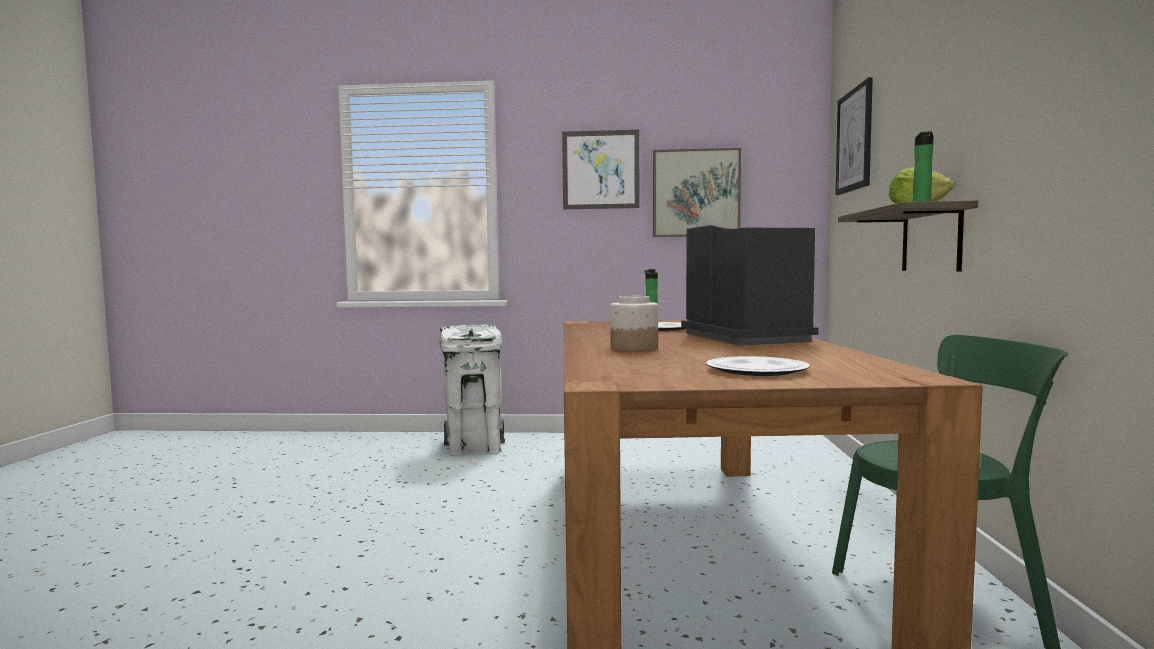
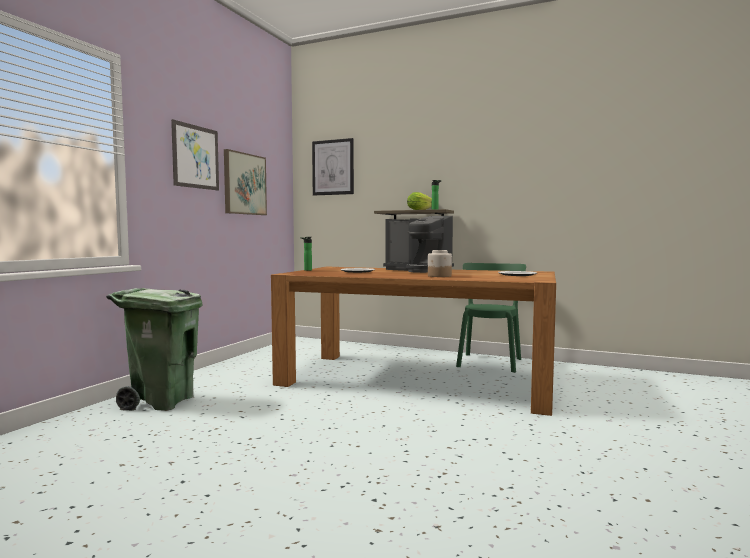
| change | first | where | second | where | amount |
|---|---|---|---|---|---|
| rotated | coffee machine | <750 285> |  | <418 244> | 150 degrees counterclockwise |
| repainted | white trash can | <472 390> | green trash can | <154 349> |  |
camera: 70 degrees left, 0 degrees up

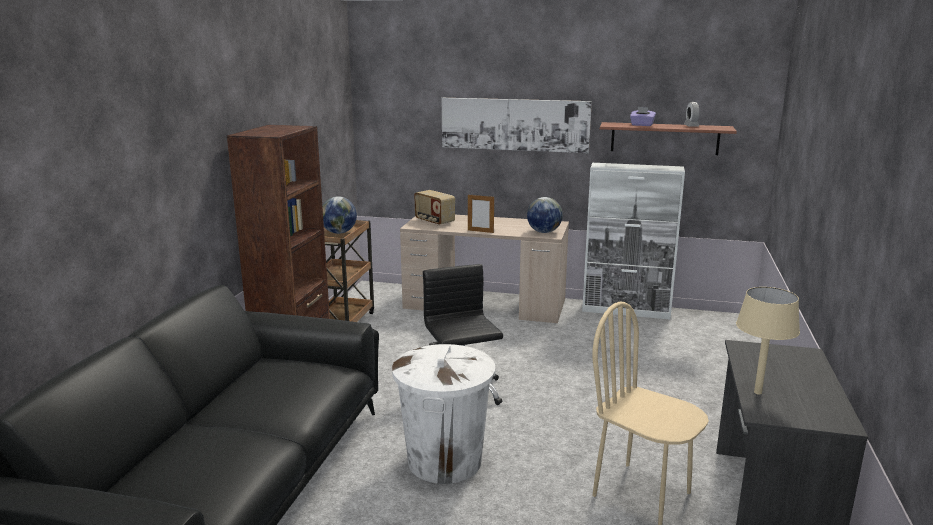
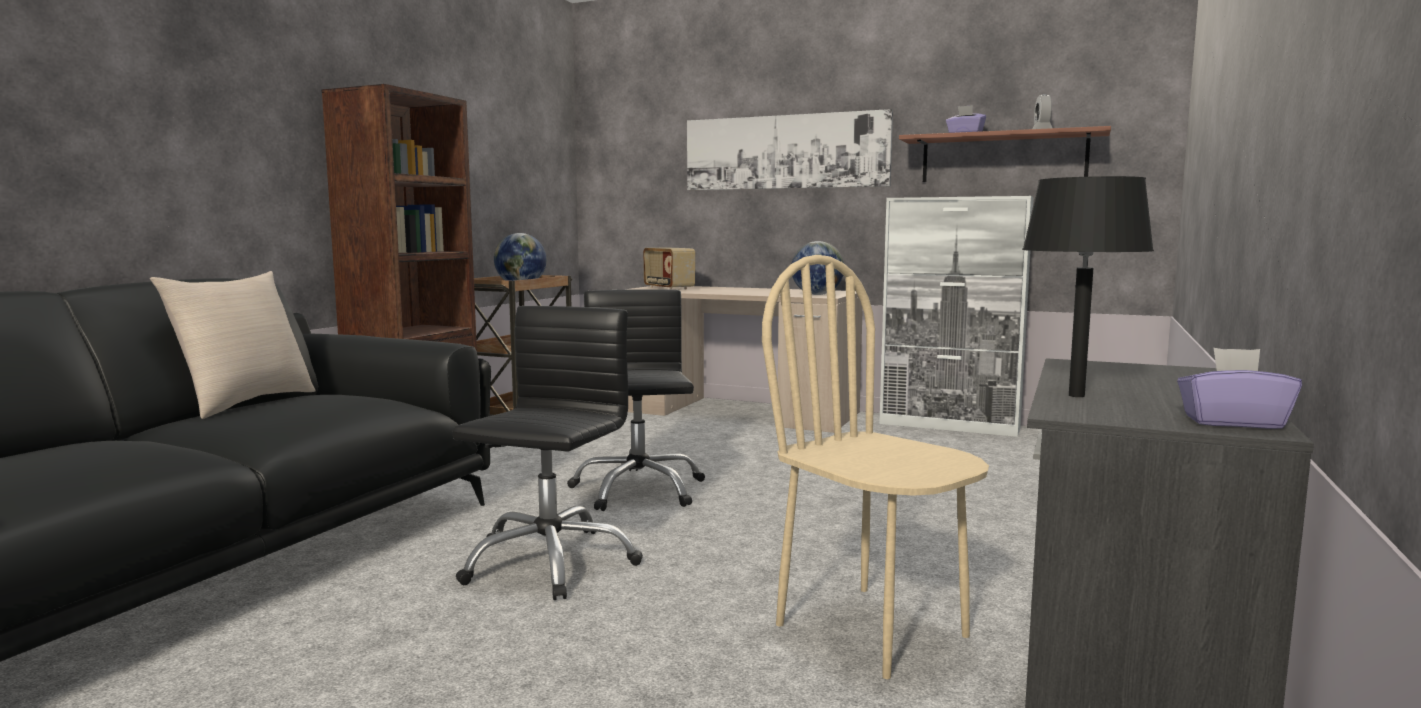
| change | first | where | second | where | amount |
|---|---|---|---|---|---|
| gone | picture frame | <481 213> |  |  |  |
| repainted | beige table lamp | <768 341> | black table lamp | <1088 286> |  |
| swapped | white trash can | <443 414> | black office chair | <547 453> |  |
| new |  |  | beige pillow | <233 345> |  |
| new |  |  | purple tissue box | <1239 388> |  |
camera: 10 degrees right, 10 degrees down

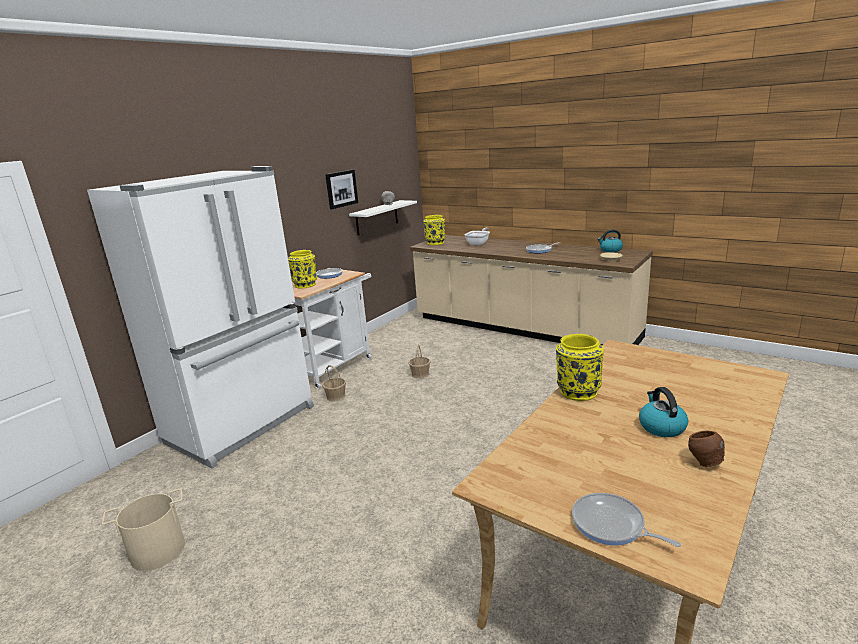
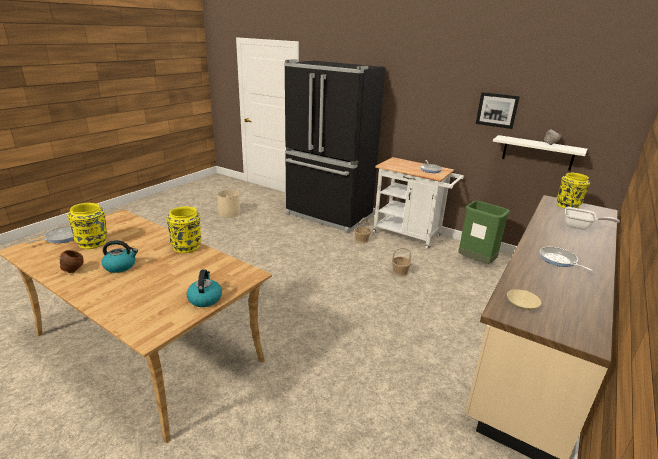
| change | first | where | second | where | amount |
|---|---|---|---|---|---|
| repainted | white fridge | <200 317> | black fridge | <335 146> |  |
| shifted | kettle | <610 240> |  | <204 288> |  |
| shifted | yellow vase | <302 269> |  | <87 226> |  |
| new |  |  | green trash can | <484 232> |  |
camera: 85 degrees right, 5 degrees up

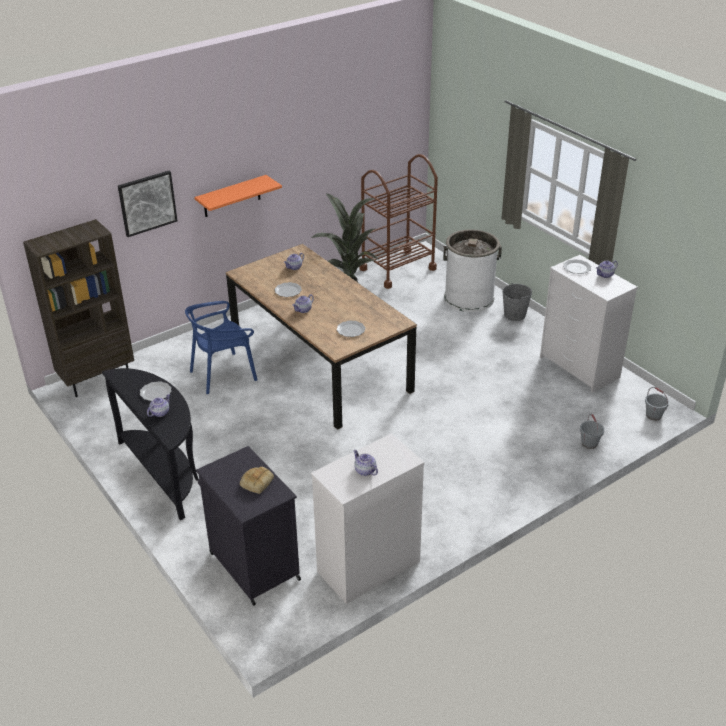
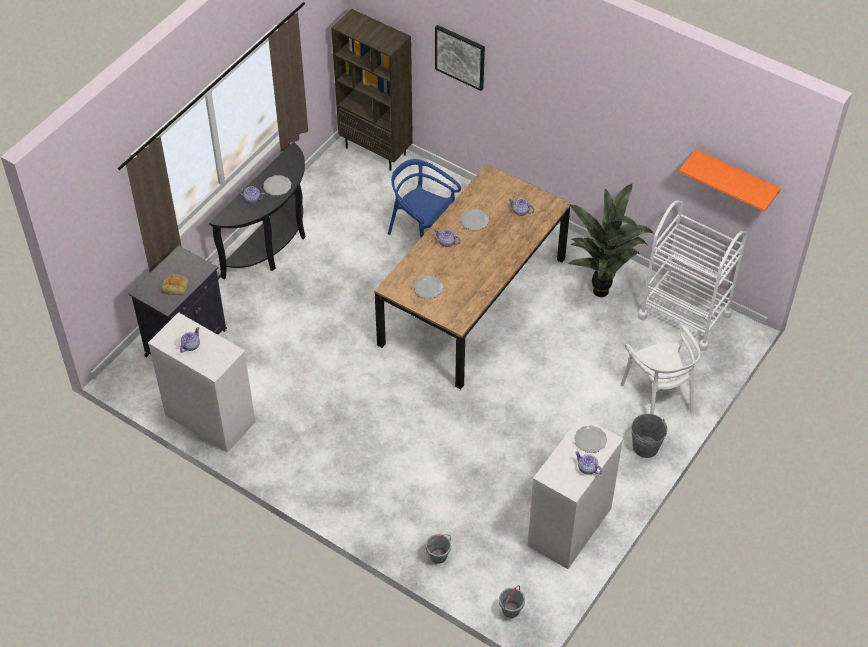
| change | first | where | second | where | amount |
|---|---|---|---|---|---|
| repainted | brown cart | <398 221> | white cart | <693 275> |  |
| shifted | orange shelf | <238 196> |  | <730 181> |  |
| swapped | white trash can | <472 270> | white chair | <660 370> |  |
camera: 70 degrees right, 15 degrees up

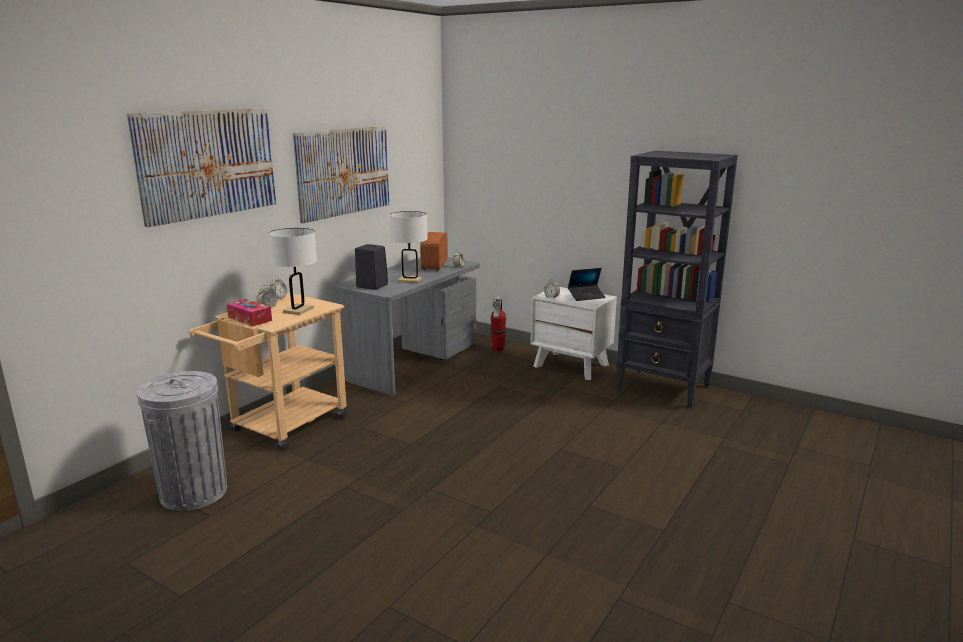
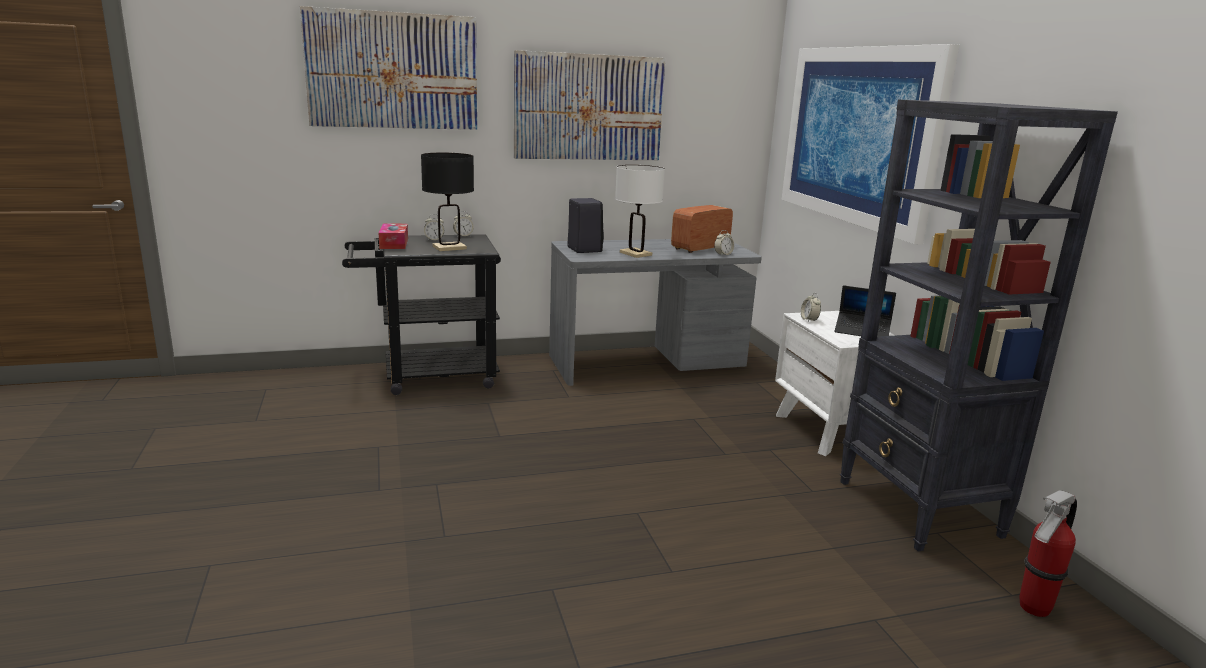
| change | first | where | second | where | amount |
|---|---|---|---|---|---|
| repainted | white table lamp | <292 271> | black table lamp | <447 202> |  |
| repainted | beige cart | <268 371> | black cart | <421 314> |  |
| shifted | fire extinguisher | <498 323> |  | <1048 553> |  |
| gone | grey trash can | <181 441> |  |  |  |
| new |  |  | picture | <870 144> |  |
camera: 40 degrees right, 0 degrees up

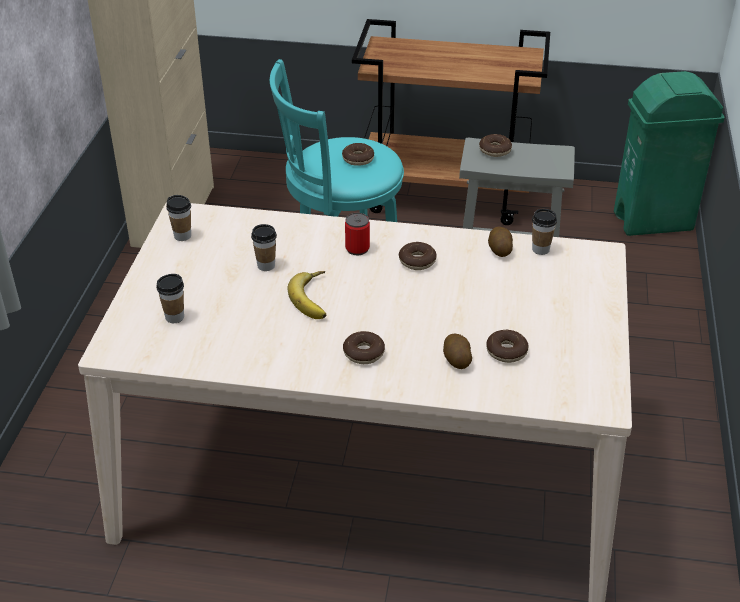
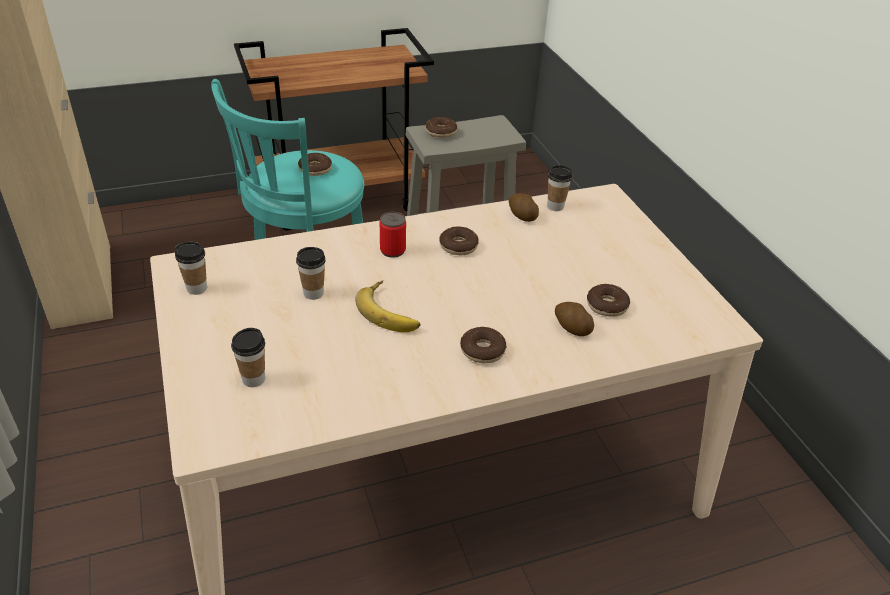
| change | first | where | second | where | amount |
|---|---|---|---|---|---|
| gone | green trash can | <669 153> |  |  |  |
camera: 30 degrees left, 0 degrees up

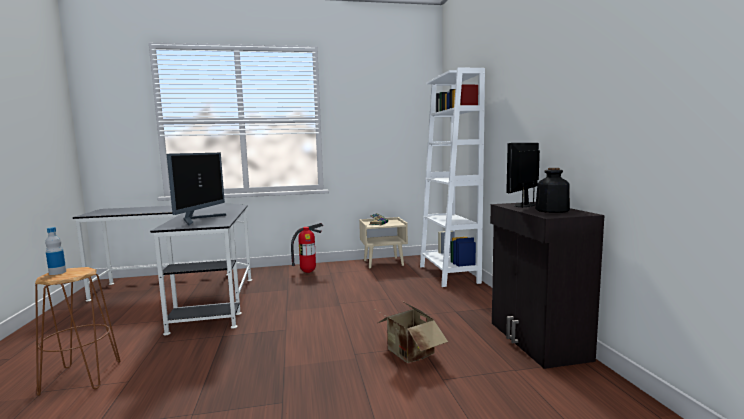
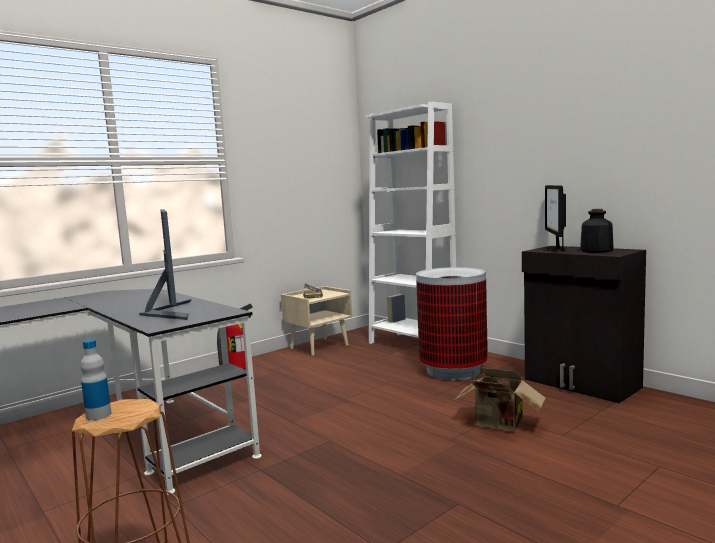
| change | first | where | second | where | amount |
|---|---|---|---|---|---|
| new |  |  | trash can | <452 323> |  |
camera: 30 degrees left, 0 degrees up

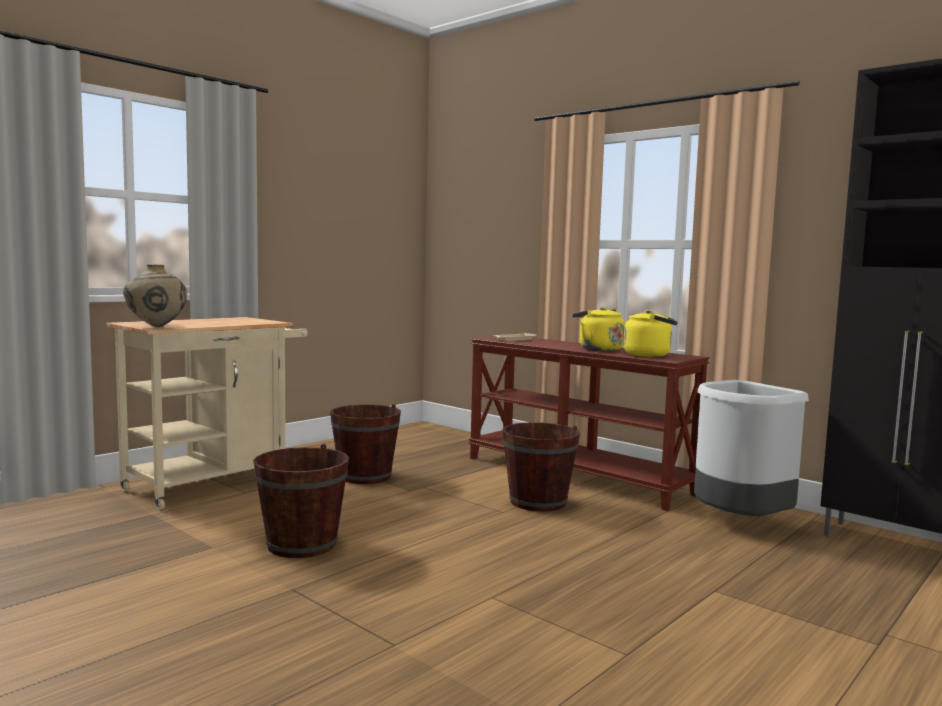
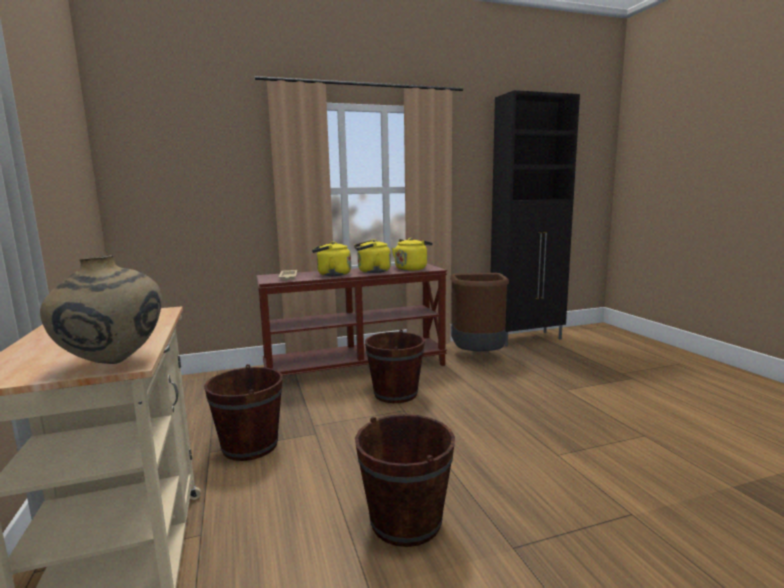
| change | first | where | second | where | amount |
|---|---|---|---|---|---|
| repainted | grey trash can | <751 448> | brown trash can | <479 312> |  |
| new |  |  | yellow kettle | <331 258> |  |
camera: 60 degrees left, 5 degrees up

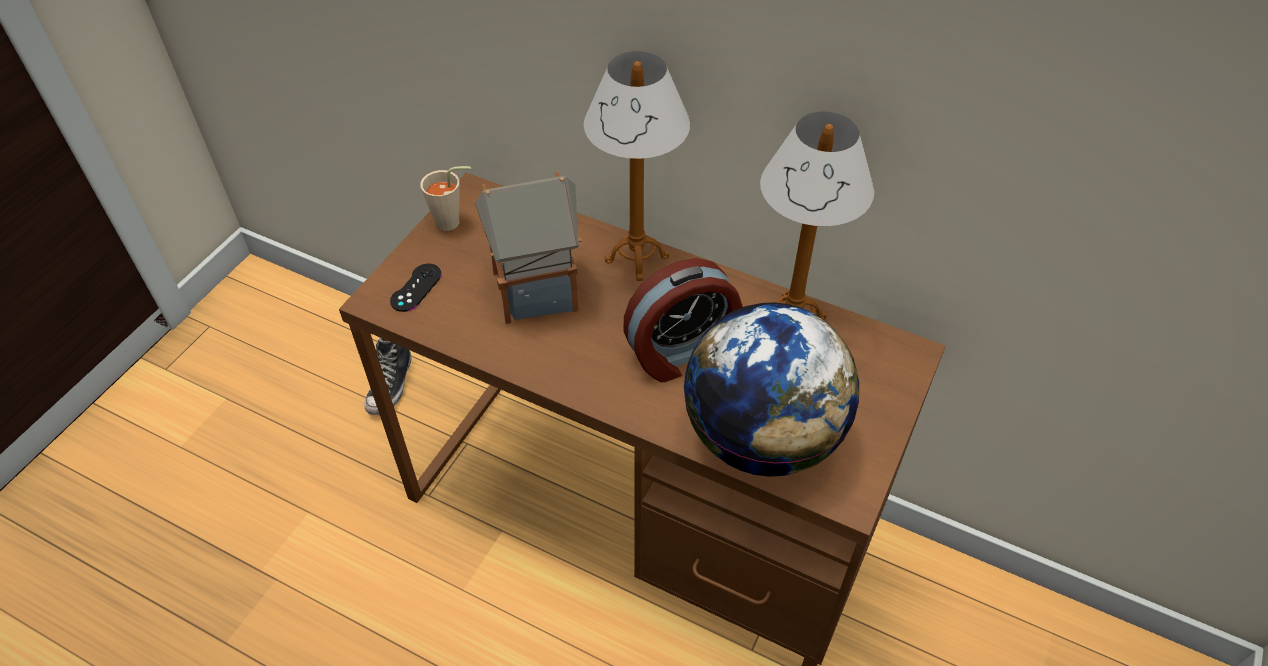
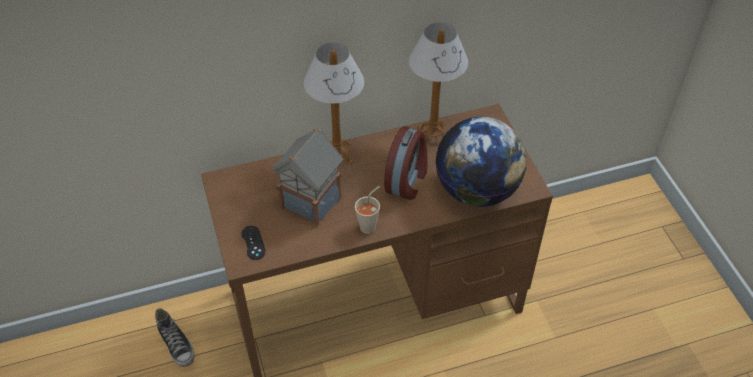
| change | first | where | second | where | amount |
|---|---|---|---|---|---|
| shifted | beige cup | <446 198> |  | <367 210> |  |
camera: 45 degrees left, 0 degrees up

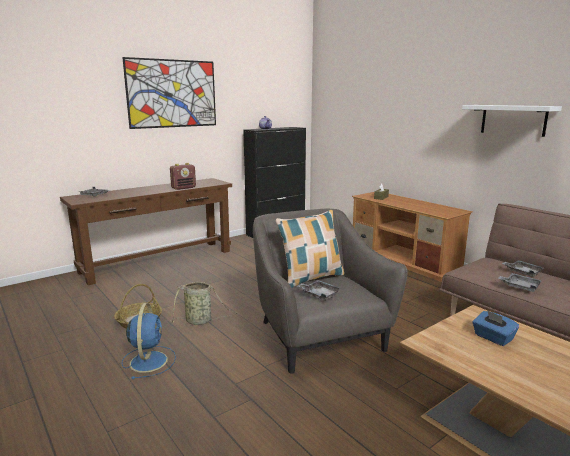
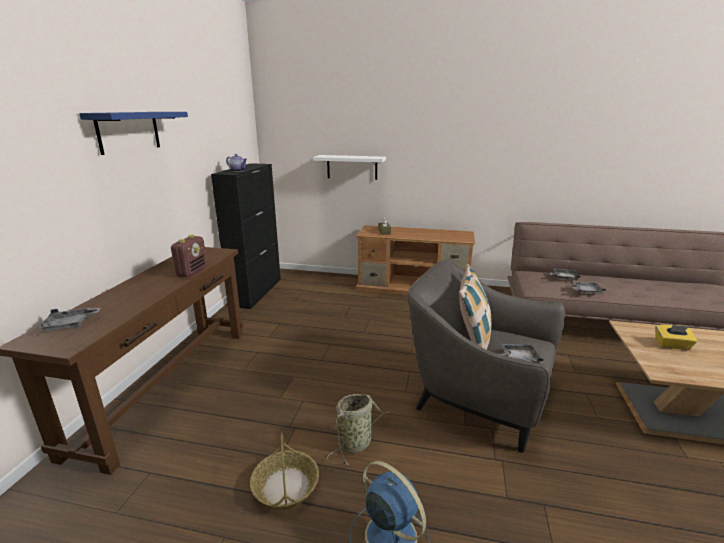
| change | first | where | second | where | amount |
|---|---|---|---|---|---|
| swapped | picture | <169 93> | blue shelf | <133 133> |  |
| shifted | white shelf | <512 121> |  | <349 167> |  |
| repainted | blue tissue box | <495 328> | yellow tissue box | <676 337> |  |
camera: 40 degrees left, 5 degrees up

